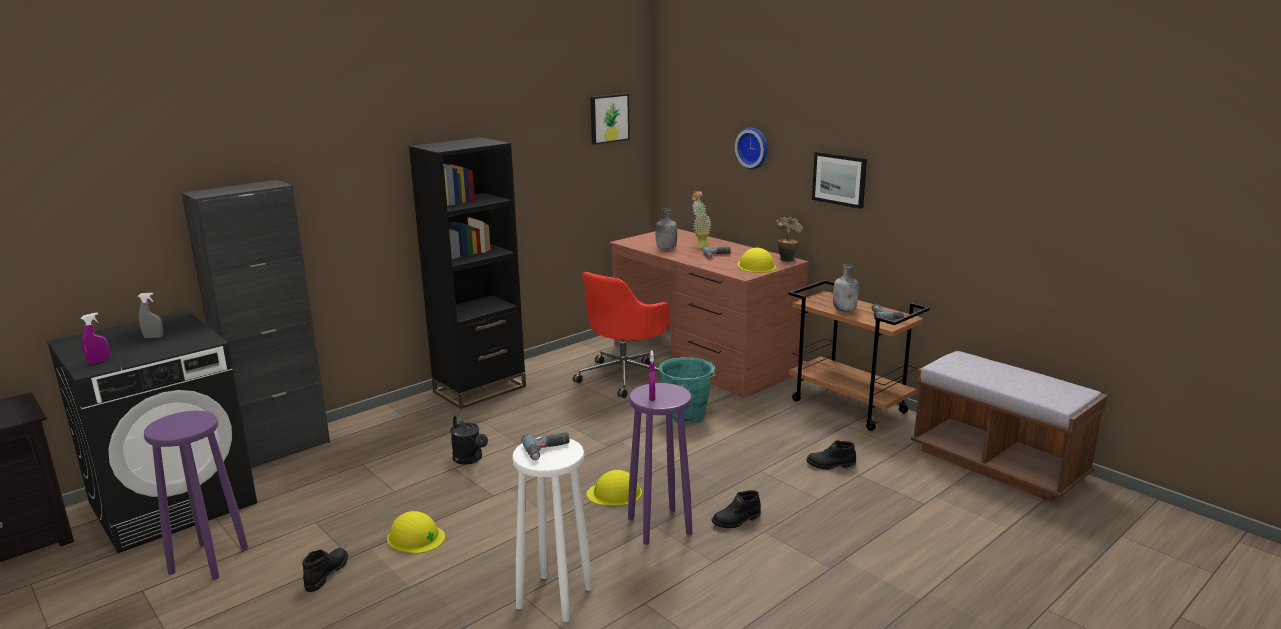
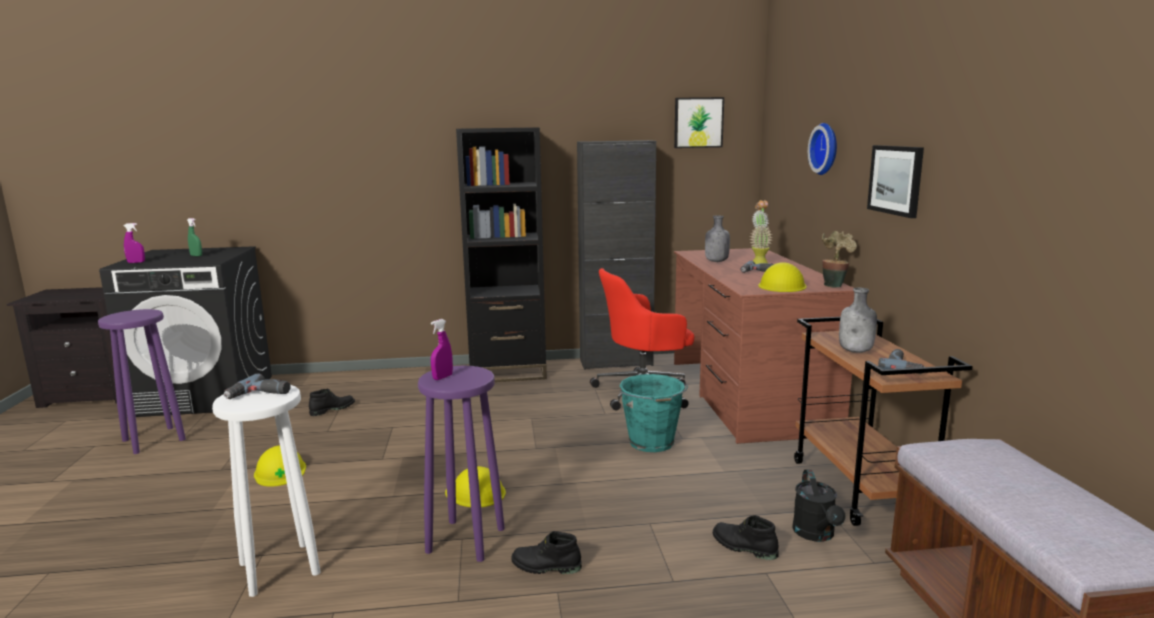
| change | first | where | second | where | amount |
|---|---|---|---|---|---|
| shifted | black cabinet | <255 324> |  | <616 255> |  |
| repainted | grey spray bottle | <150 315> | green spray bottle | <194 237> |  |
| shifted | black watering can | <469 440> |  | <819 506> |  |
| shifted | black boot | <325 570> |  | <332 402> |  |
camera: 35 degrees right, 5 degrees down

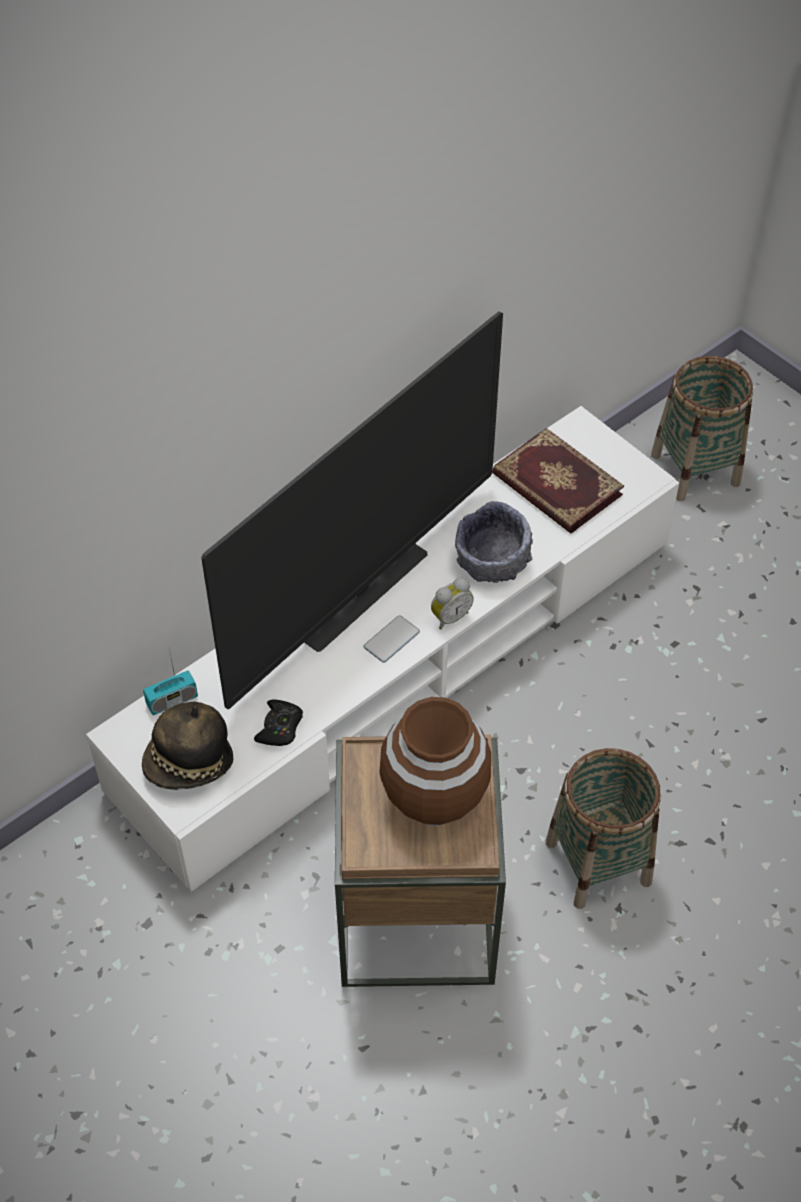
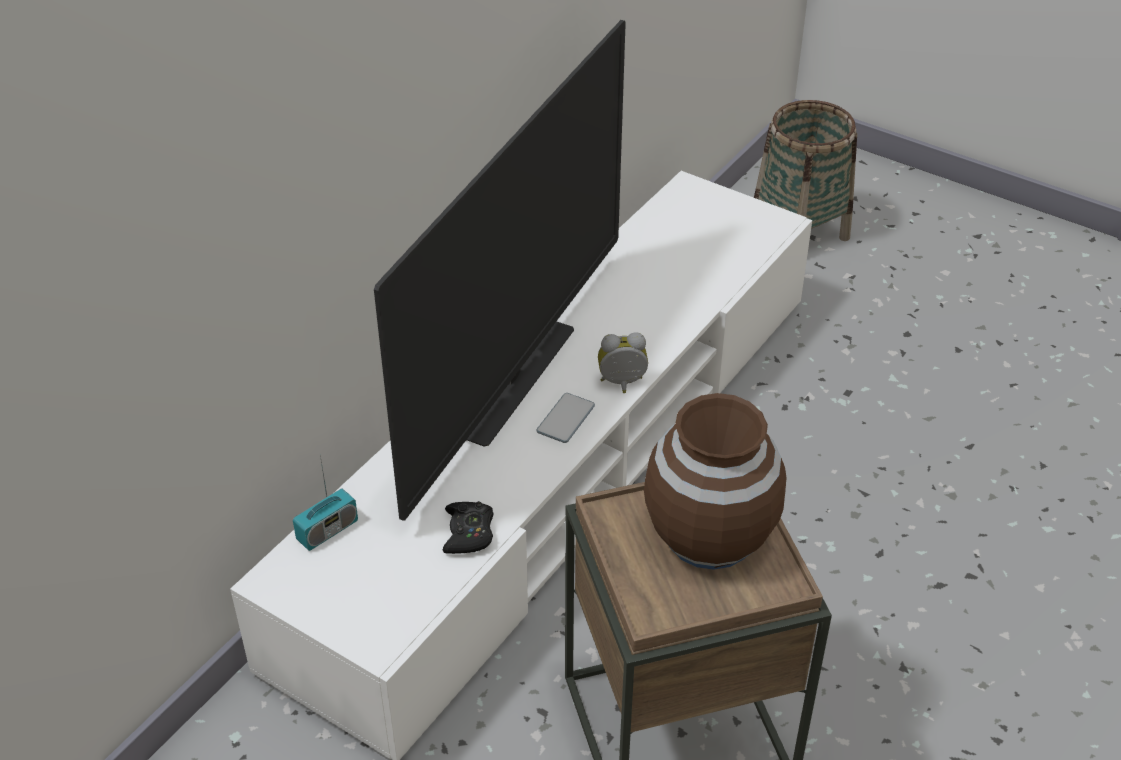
| change | first | where | second | where | amount |
|---|---|---|---|---|---|
| gone | book | <558 481> |  |  |  |
| gone | grey bowl | <494 542> |  |  |  |
| rotated | alarm clock | <452 604> |  | <623 362> | 135 degrees counterclockwise |
| gone | hat | <187 746> |  |  |  |
| gone | basket | <603 828> |  |  |  |
camera: 15 degrees left, 10 degrees down

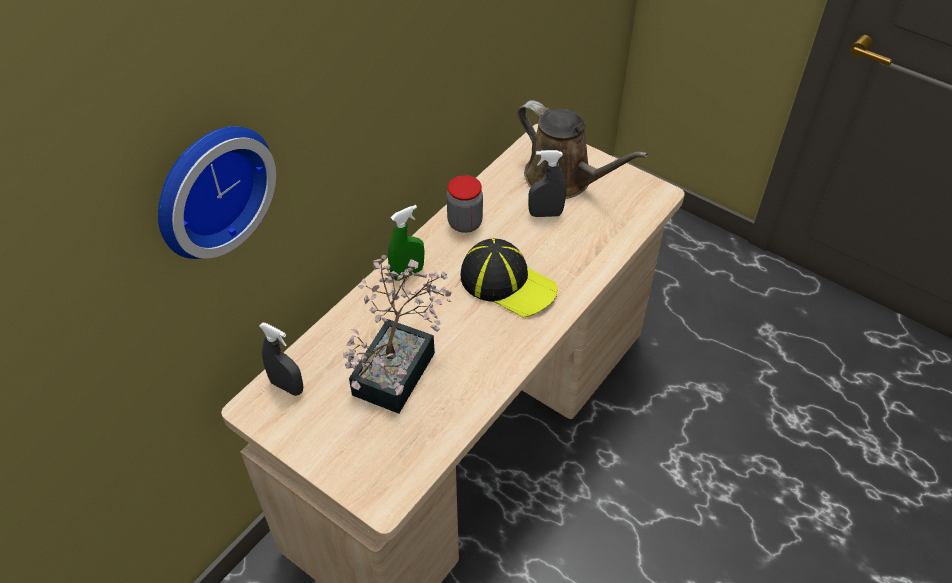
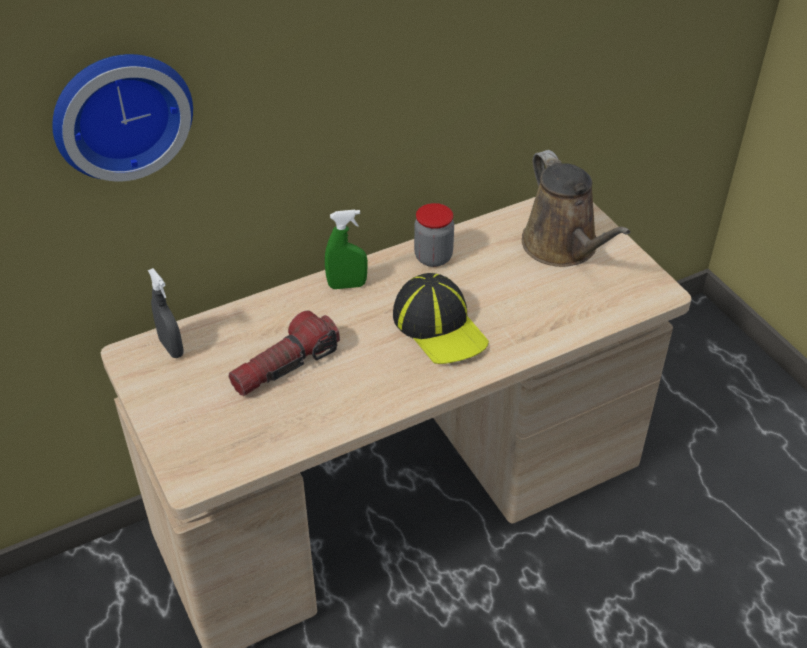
| change | first | where | second | where | amount |
|---|---|---|---|---|---|
| gone | grey spray bottle | <547 183> |  |  |  |
| swapped | potted plant | <397 334> | flashlight | <284 353> |  |
camera: 25 degrees right, 5 degrees down

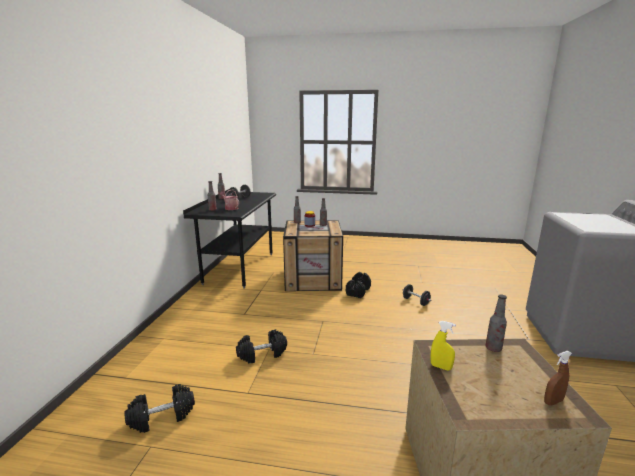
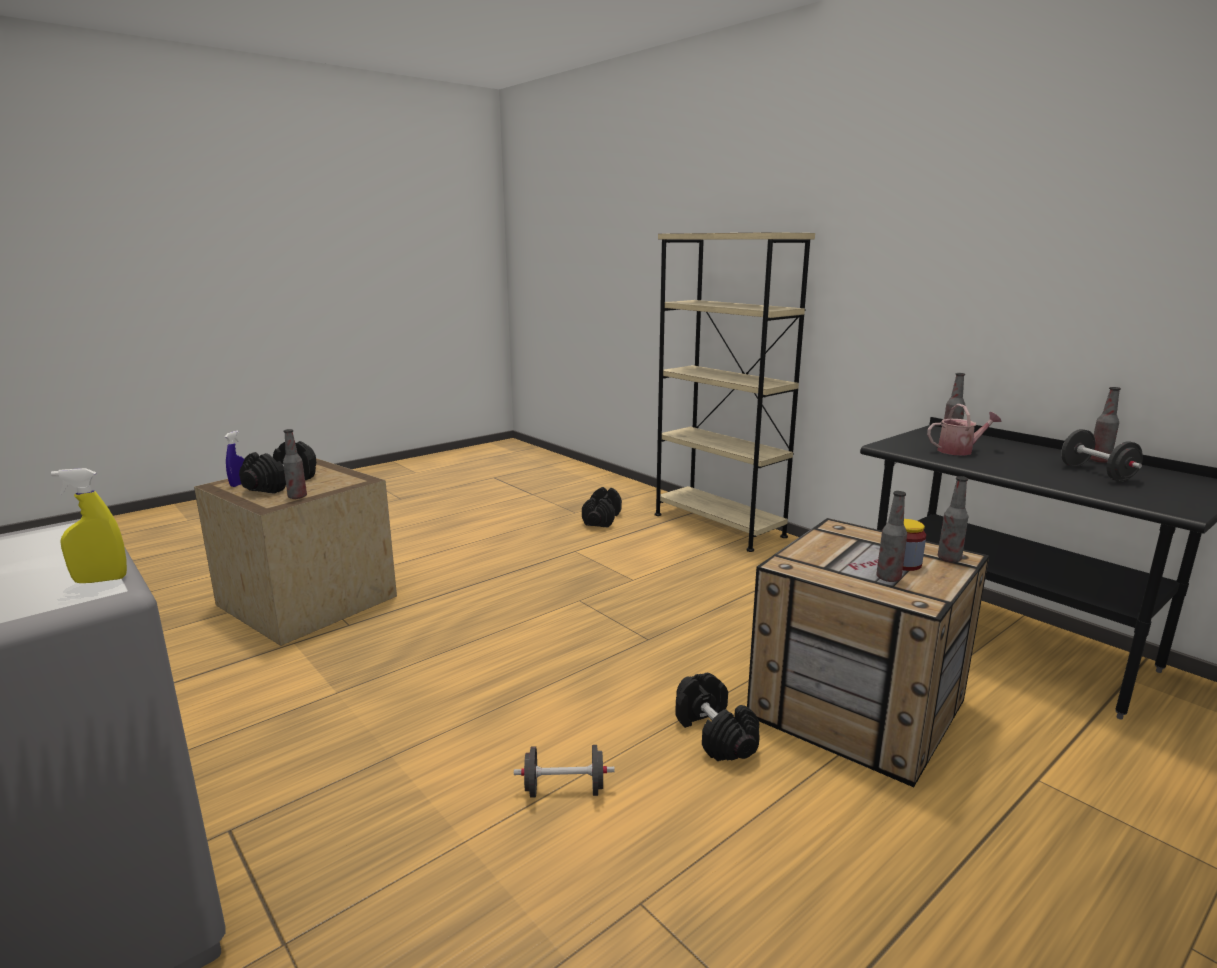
| change | first | where | second | where | amount |
|---|---|---|---|---|---|
| shifted | yellow spray bottle | <443 345> |  | <89 525> |  |
| shifted | black dumbbell | <261 346> |  | <277 467> |  |
| repainted | brown spray bottle | <558 378> | blue spray bottle | <234 459> |  |
| new |  |  | beige bookcase | <735 392> |  |
camera: 130 degrees right, 0 degrees up

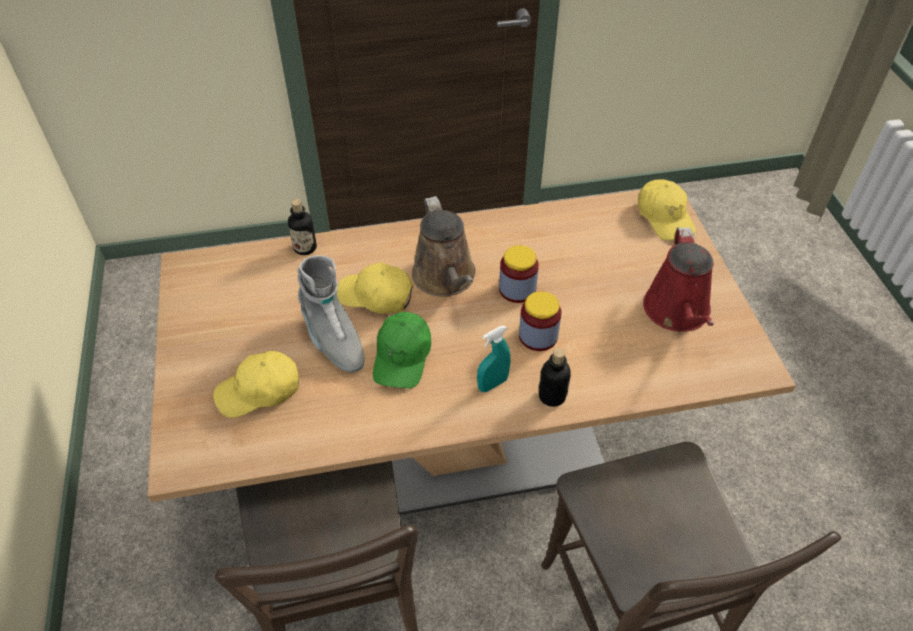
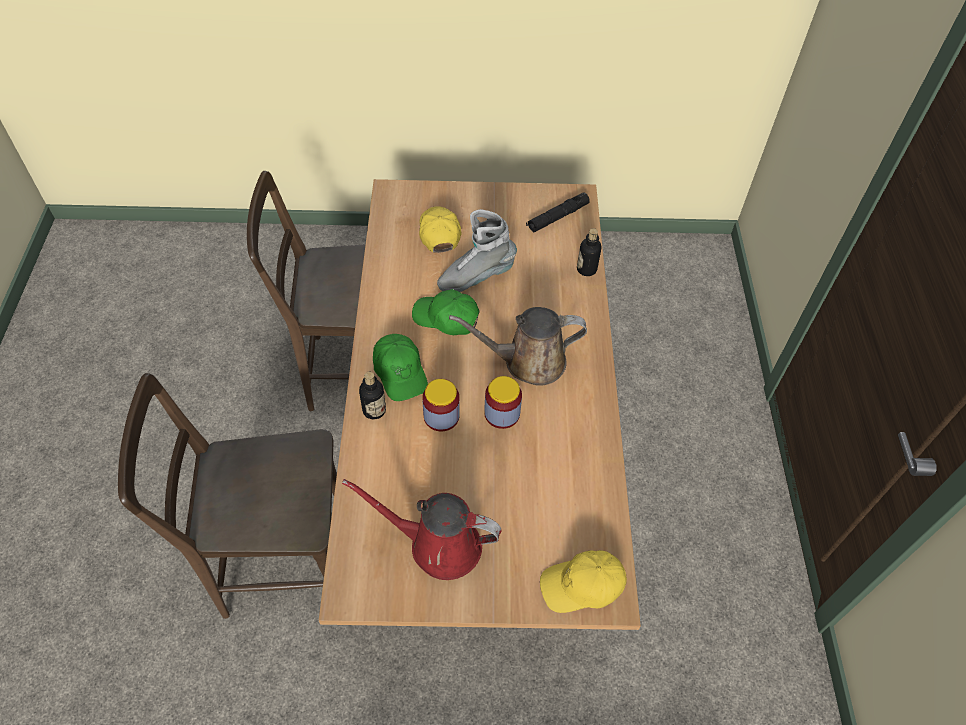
| change | first | where | second | where | amount |
|---|---|---|---|---|---|
| gone | yellow cap | <375 288> |  |  |  |
| swapped | turquoise spray bottle | <493 358> | green cap | <400 367> |  |
| new |  |  | black flashlight | <558 212> |  |
camera: 100 degrees right, 5 degrees up

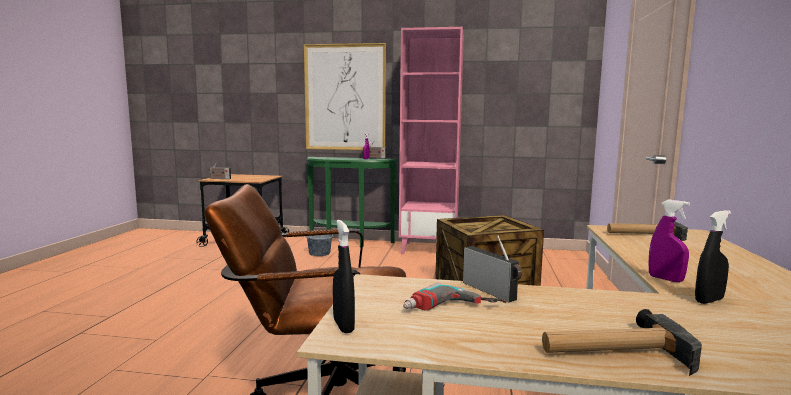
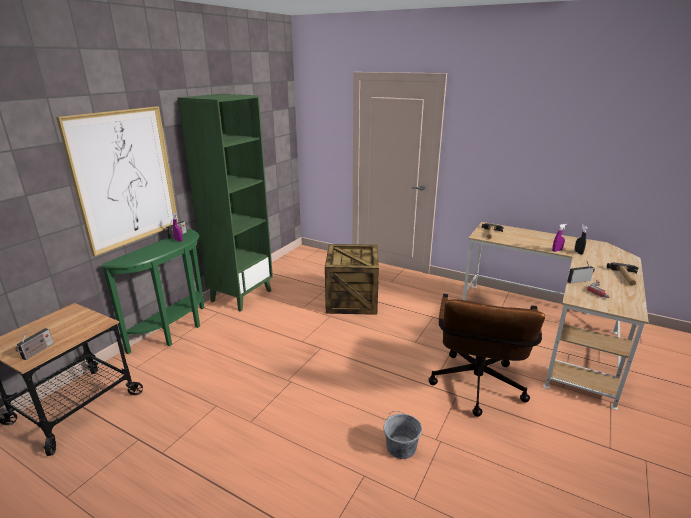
| change | first | where | second | where | amount |
|---|---|---|---|---|---|
| repainted | pink bookcase | <431 140> | green bookcase | <225 203> |  |
| gone | black spray bottle | <344 276> |  |  |  |
| shifted | grey bucket | <319 238> |  | <403 435> |  |
camera: 70 degrees left, 15 degrees up

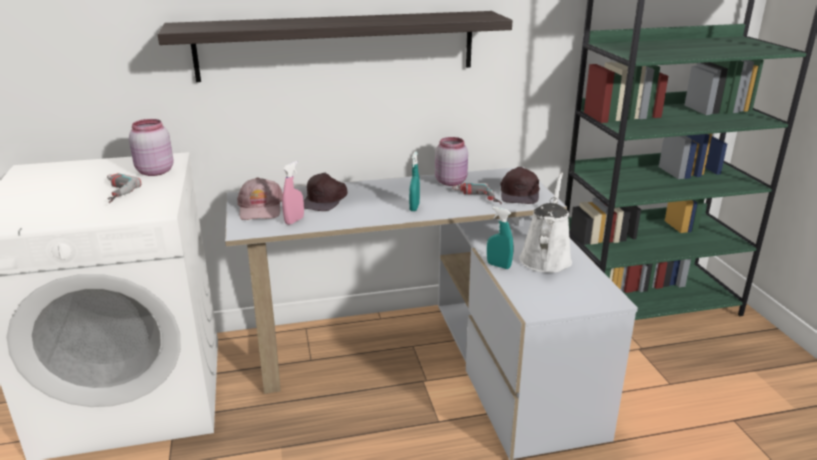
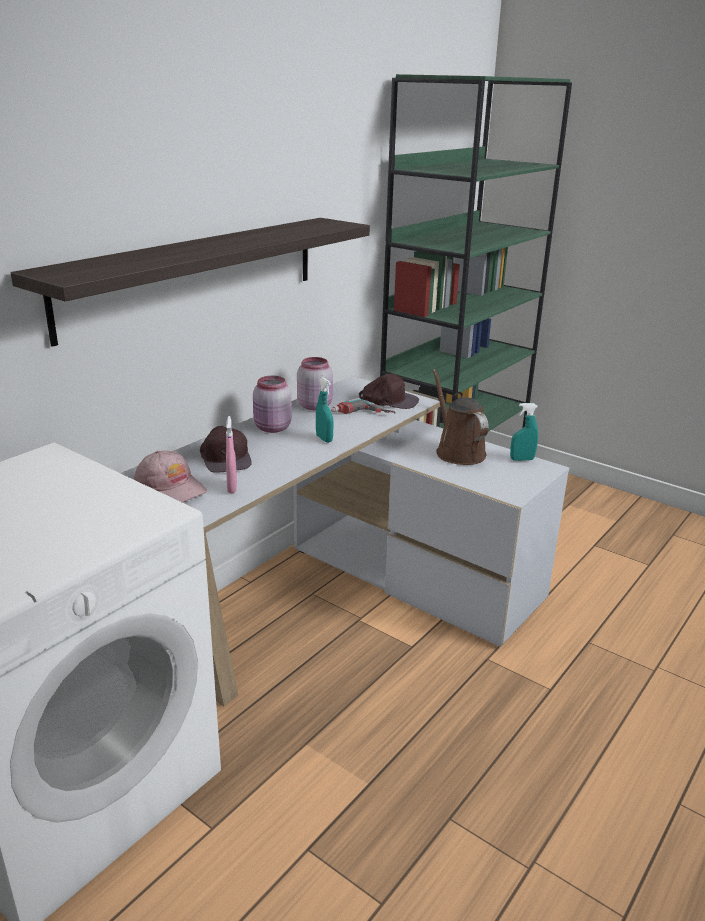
| change | first | where | second | where | amount |
|---|---|---|---|---|---|
| shifted | pink jar | <151 147> |  | <272 404> |  |
| rotated | brown cap | <520 185> |  | <389 391> | 45 degrees counterclockwise |
| repainted | white watering can | <545 222> | brown watering can | <460 417> |  |
| gone | power drill | <124 188> |  |  |  |
| shifted | turquoise spray bottle | <500 238> |  | <524 432> |  |
camera: 40 degrees left, 0 degrees up

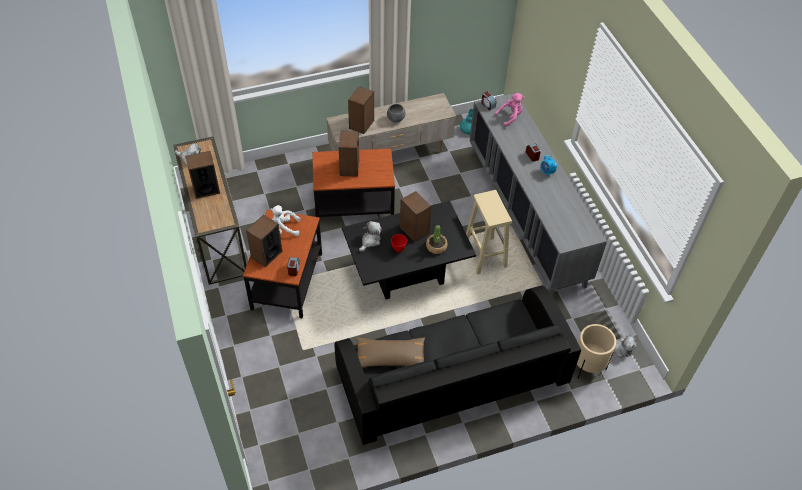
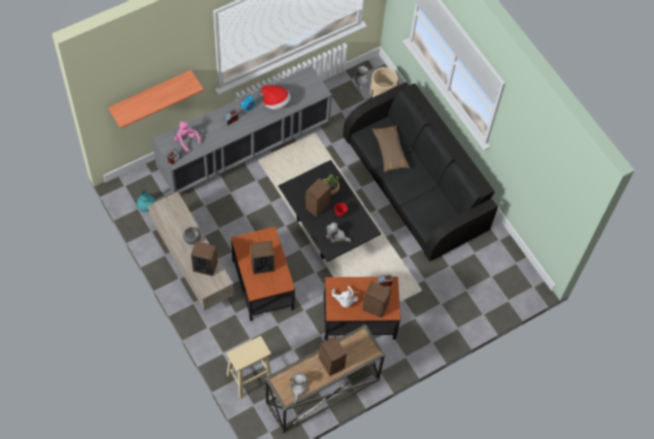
| change | first | where | second | where | amount |
|---|---|---|---|---|---|
| shifted | beige stool | <489 232> |  | <249 367> |  |
| shifted | brown pillow | <390 352> |  | <391 148> |  |
| new |  |  | shelf | <156 99> |  |
| new |  |  | hat | <275 97> |  |
camera: 105 degrees left, 10 degrees up

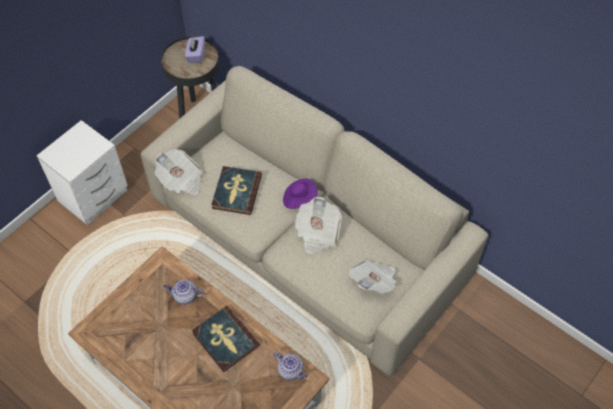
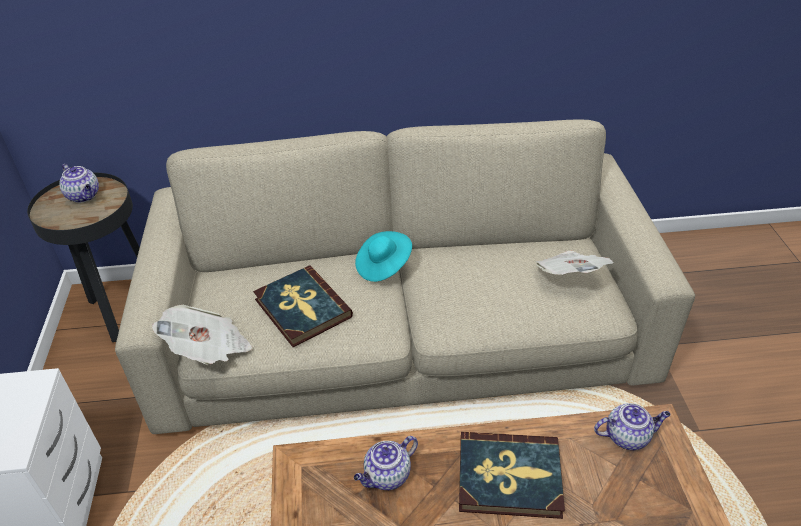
| change | first | where | second | where | amount |
|---|---|---|---|---|---|
| swapped | purple tissue box | <195 49> | teapot | <79 183> |  |
| repainted | purple hat | <300 193> | turquoise hat | <383 256> |  |
| gone | newspaper | <318 225> |  |  |  |
camera: 45 degrees left, 15 degrees down

